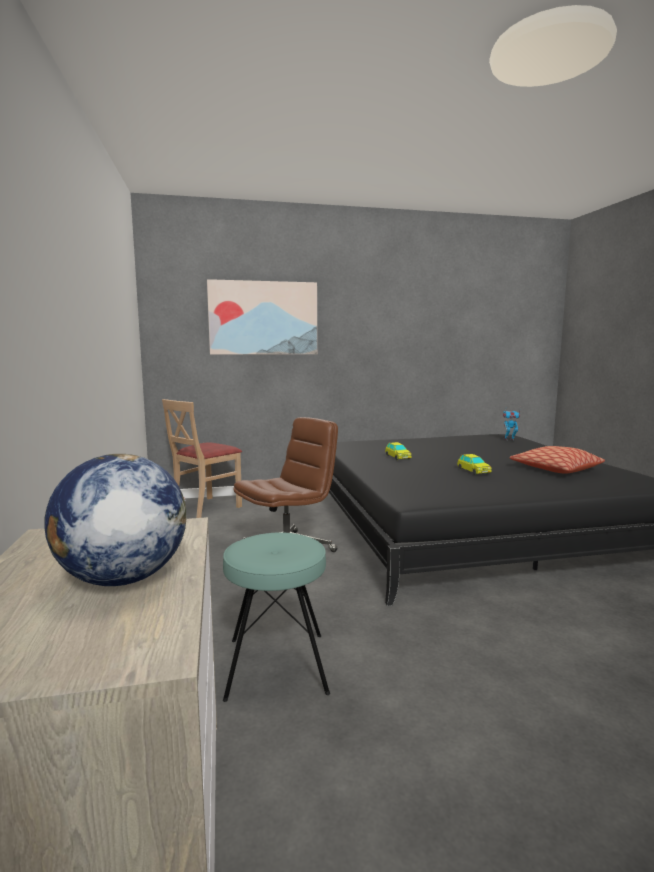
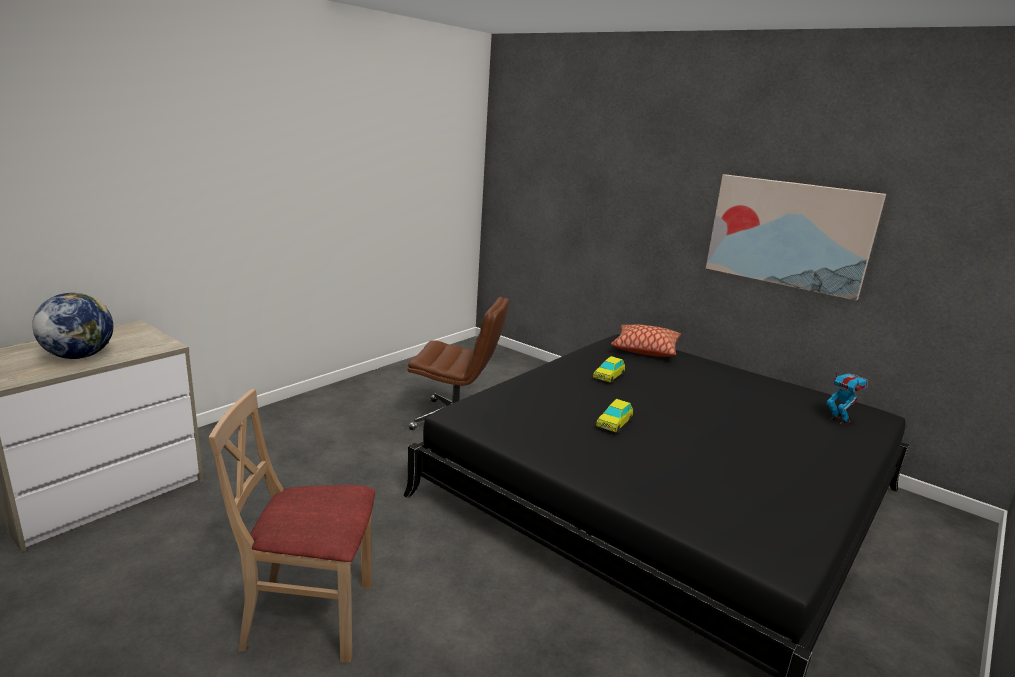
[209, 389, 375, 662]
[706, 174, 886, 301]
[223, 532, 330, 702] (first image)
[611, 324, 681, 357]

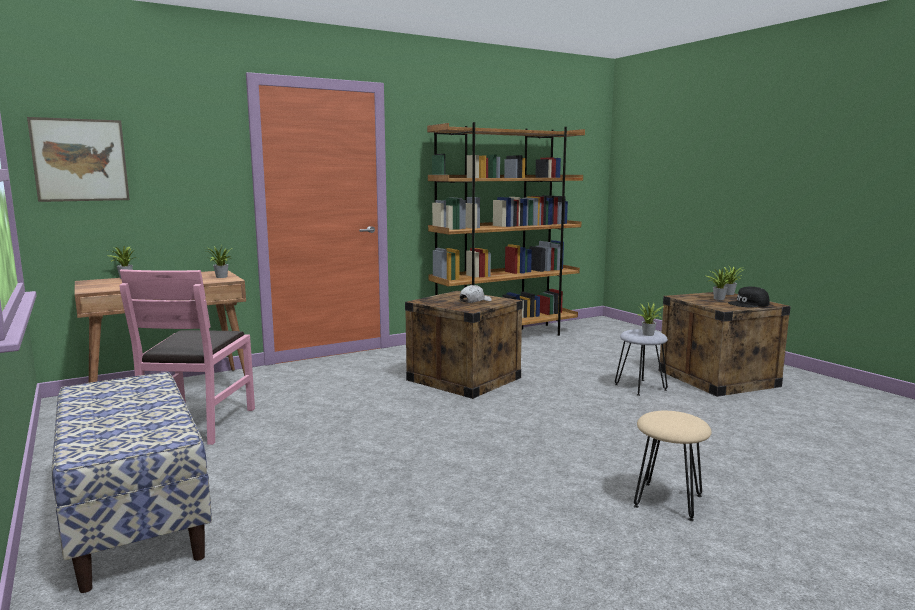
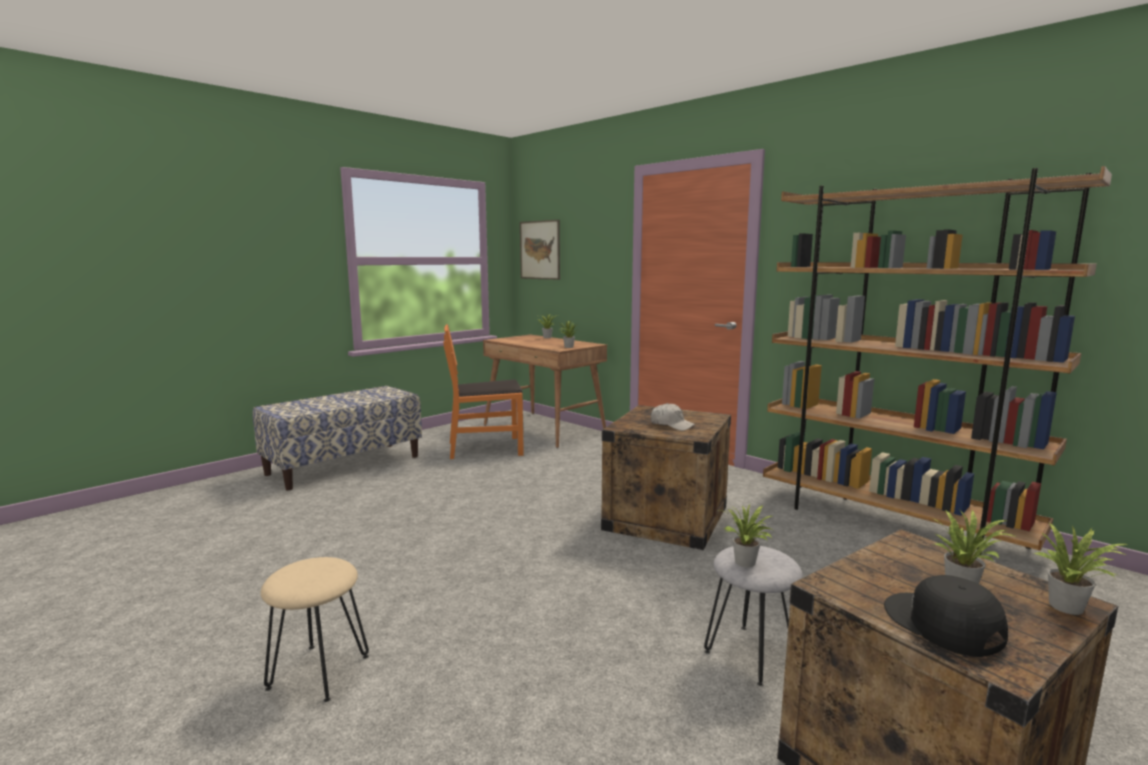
[444, 324, 524, 459]

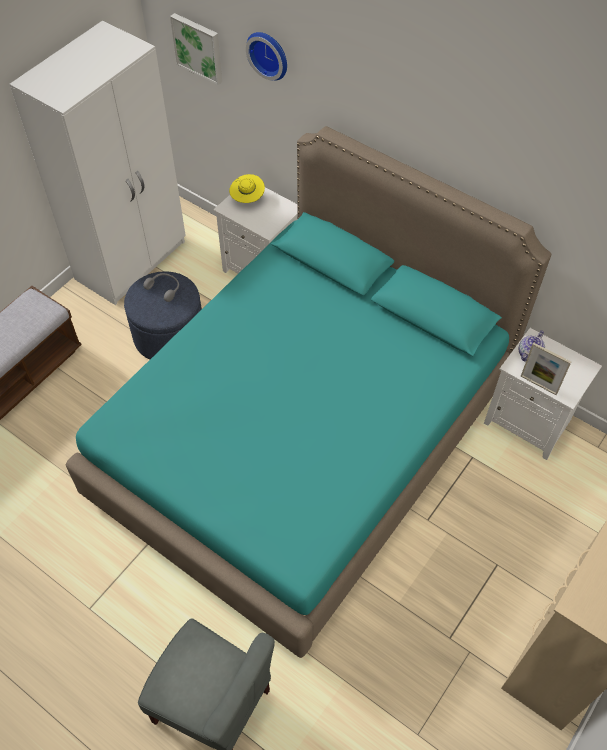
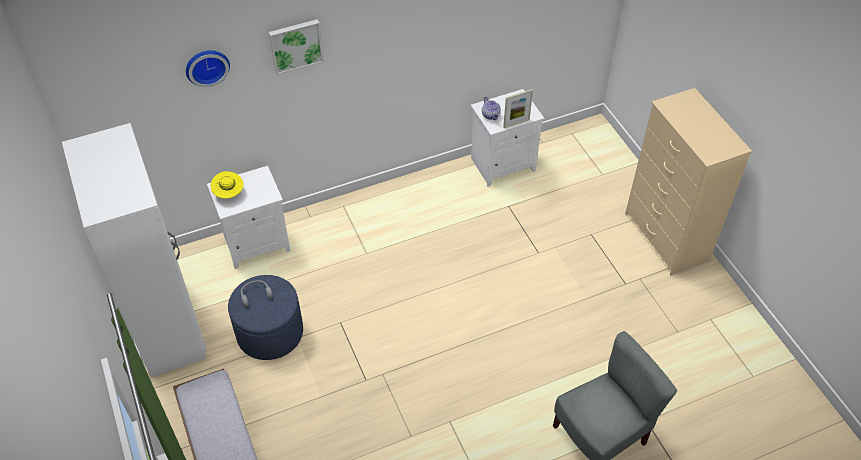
[66, 126, 551, 658] (first image)
[268, 20, 324, 75]

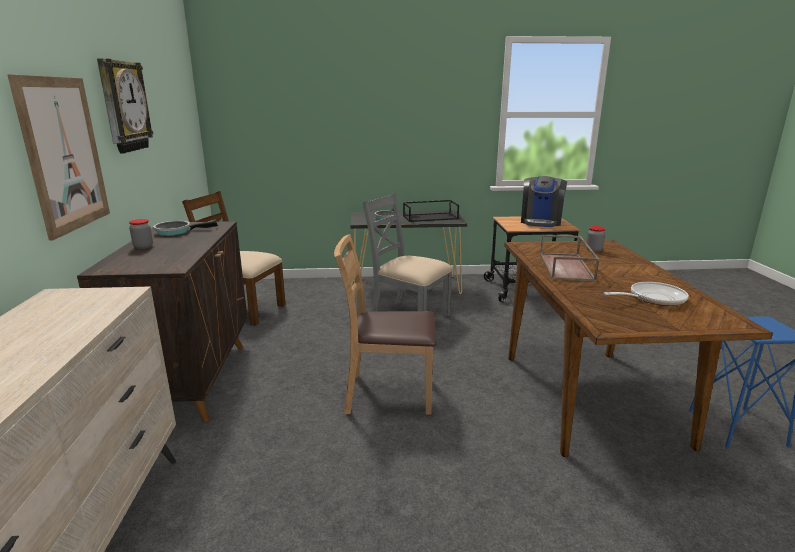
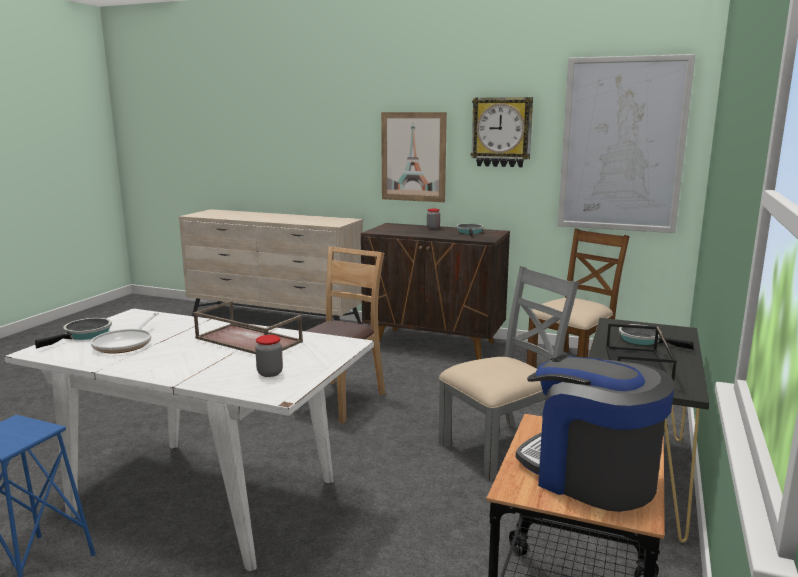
[4, 308, 374, 571]
[35, 318, 112, 349]
[558, 54, 695, 233]

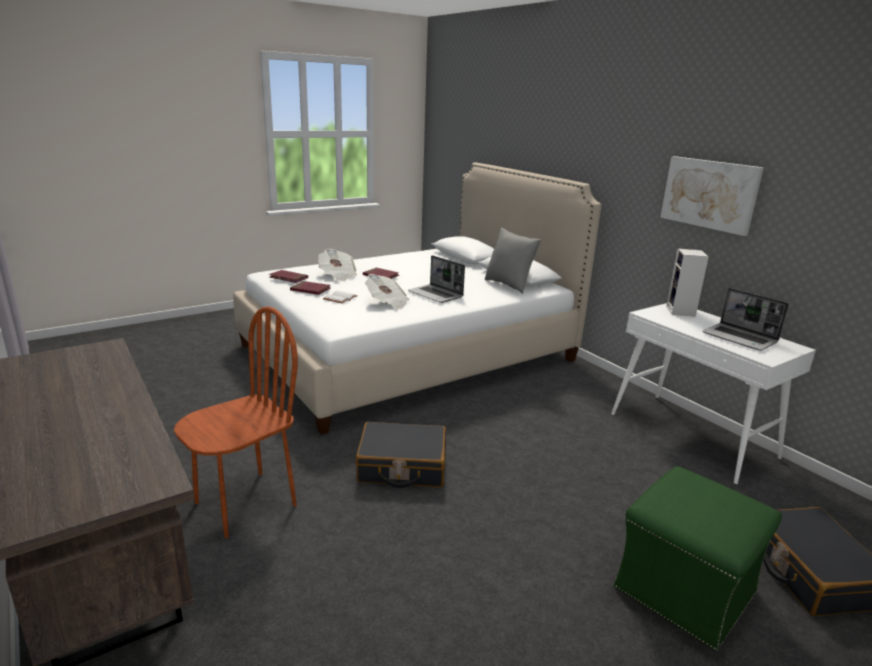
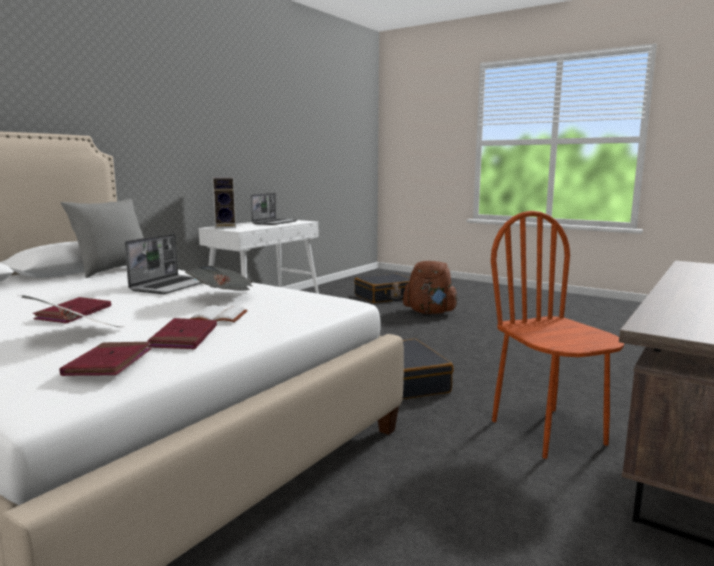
[491, 211, 624, 459]
[403, 261, 459, 314]
[660, 156, 764, 236] (first image)

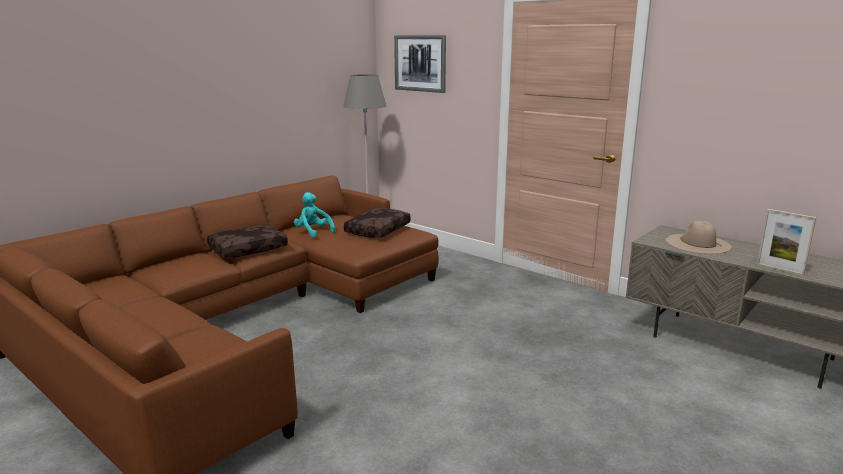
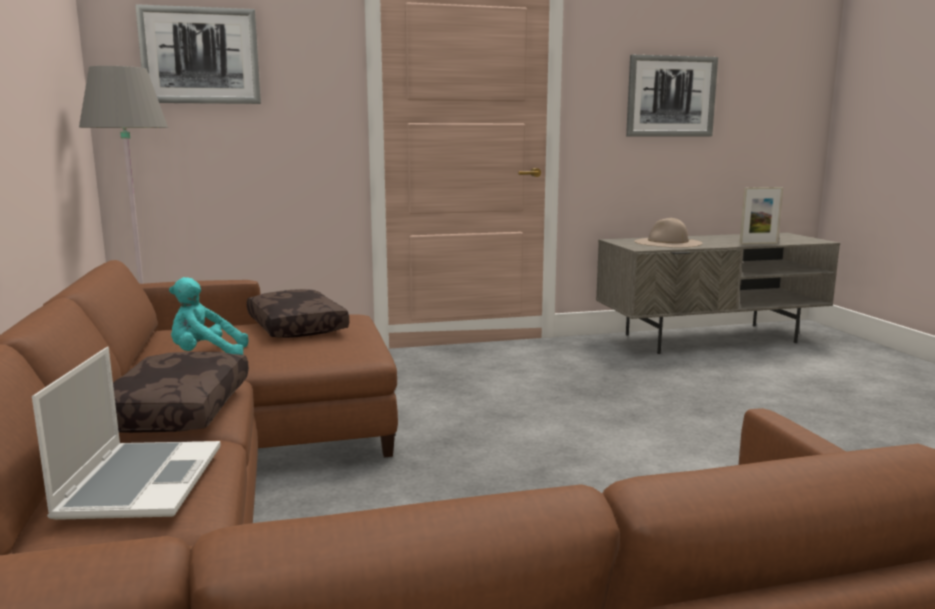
[32, 347, 221, 520]
[626, 55, 718, 136]

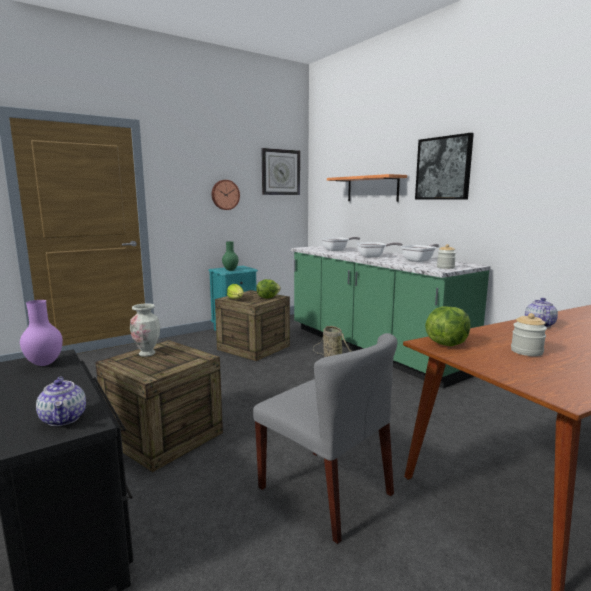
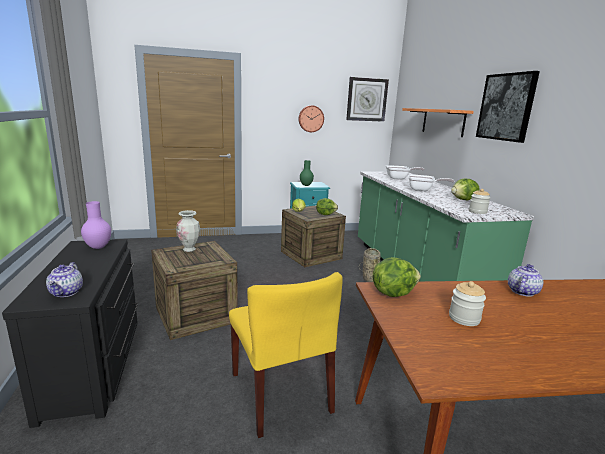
[229, 272, 343, 438]
[451, 178, 479, 200]

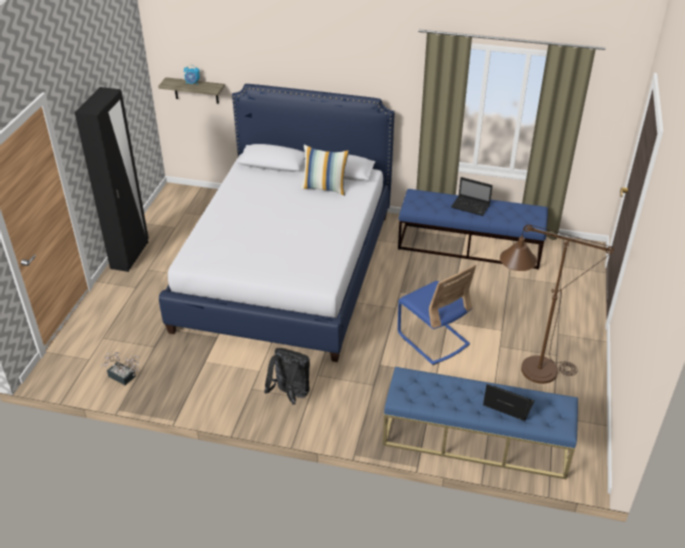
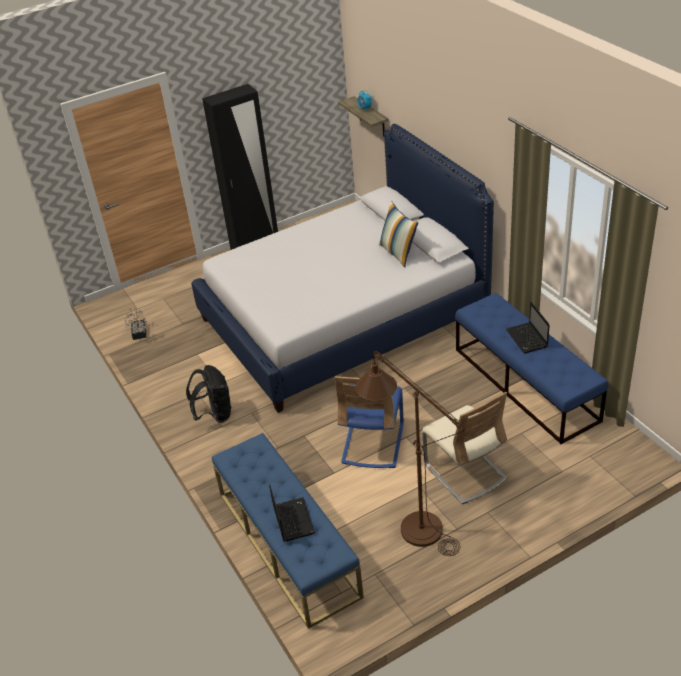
[422, 392, 508, 504]

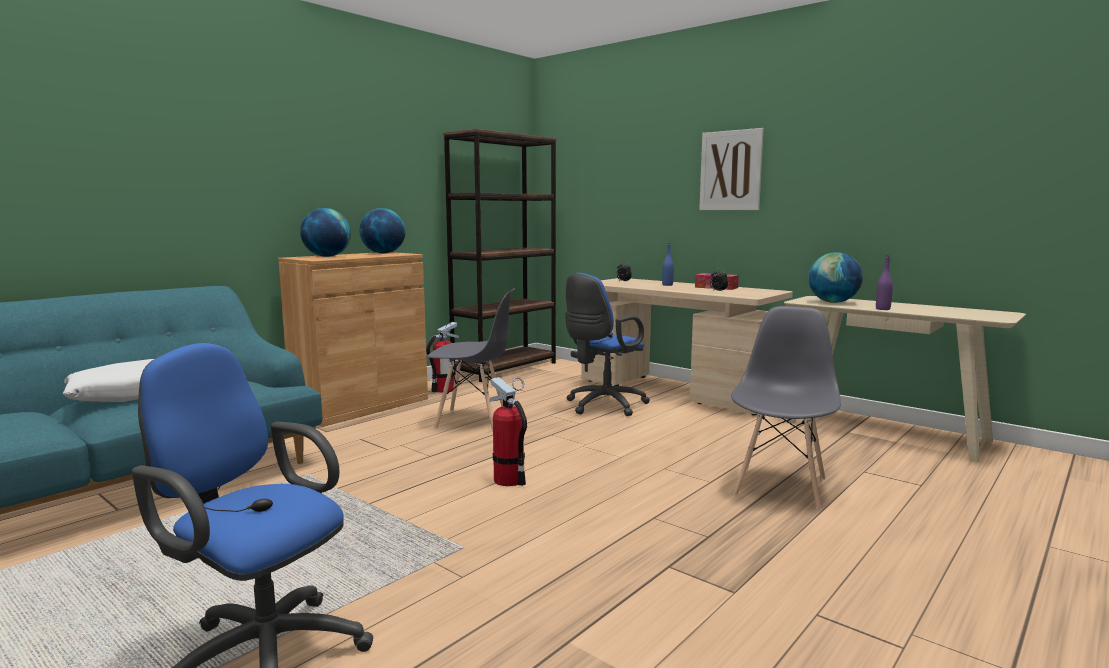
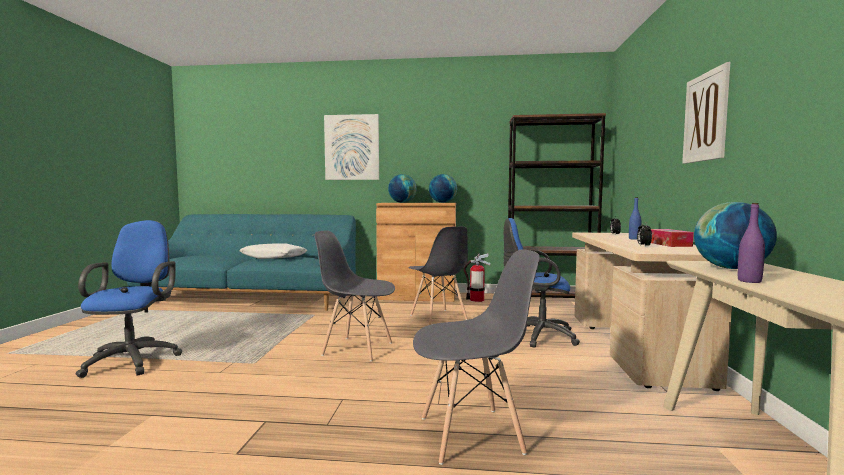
[314, 230, 395, 361]
[324, 114, 379, 180]

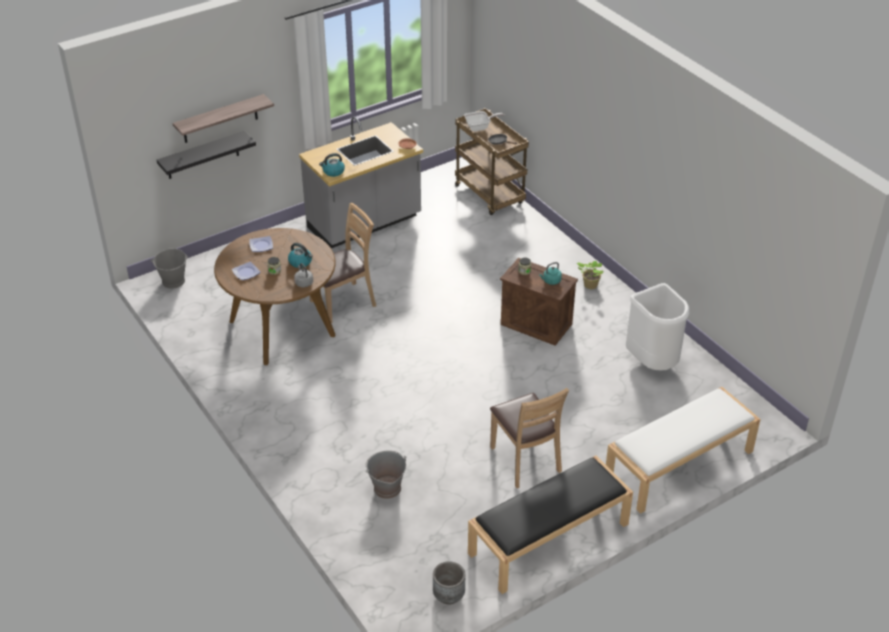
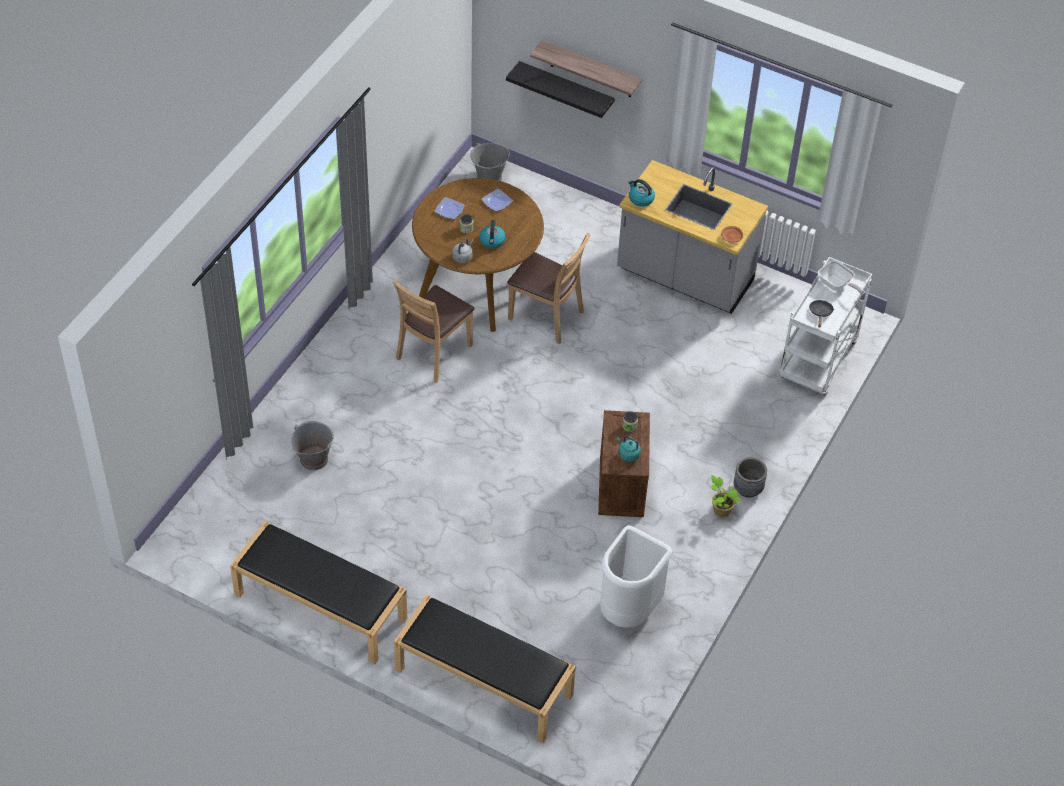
[734, 457, 767, 498]
[779, 257, 872, 396]
[393, 280, 475, 383]
[394, 595, 576, 743]

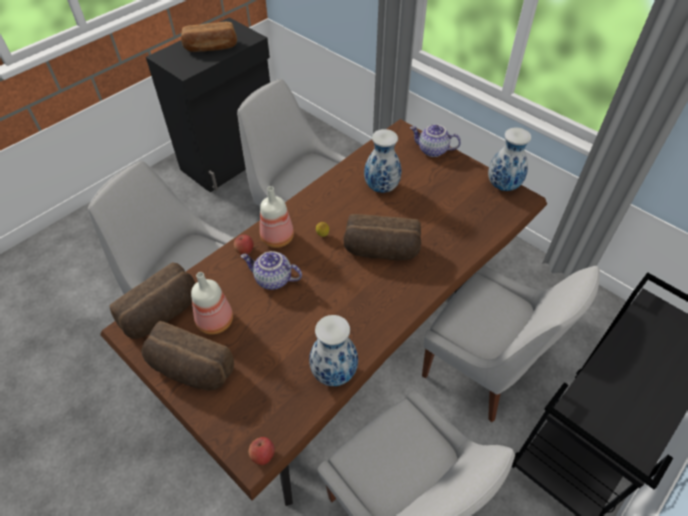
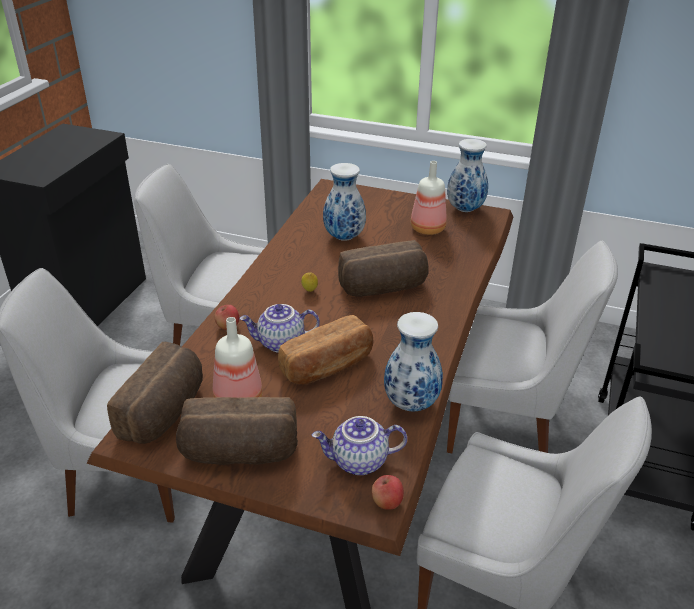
[278, 315, 374, 385]
[411, 161, 447, 235]
[312, 416, 407, 475]

